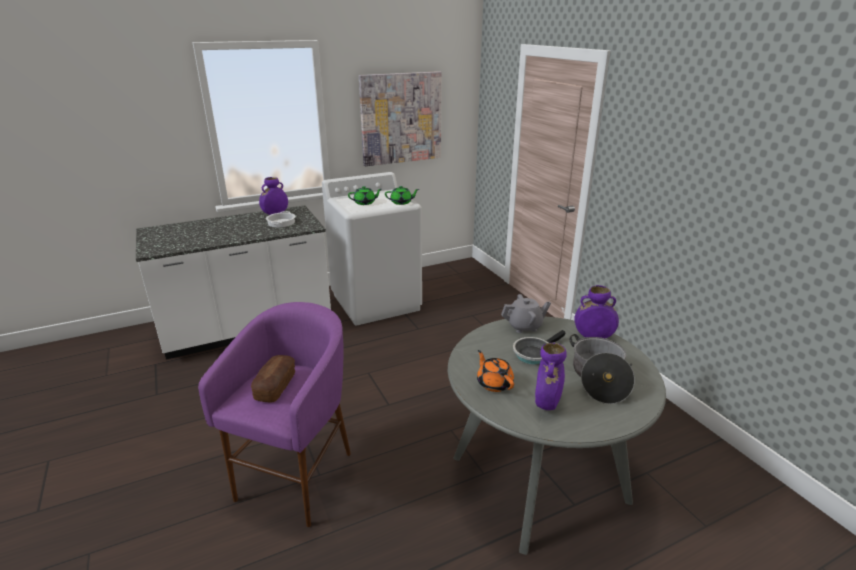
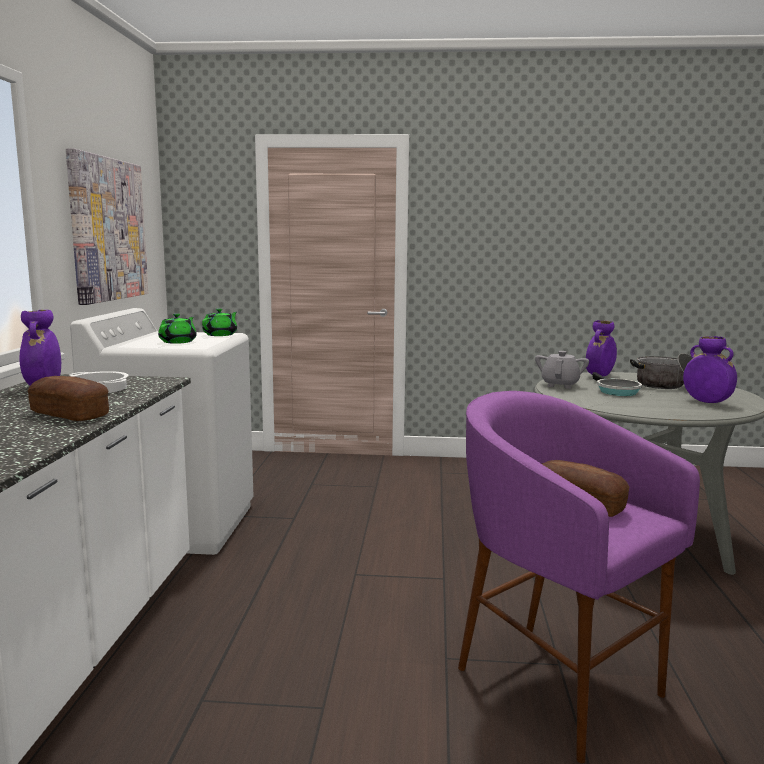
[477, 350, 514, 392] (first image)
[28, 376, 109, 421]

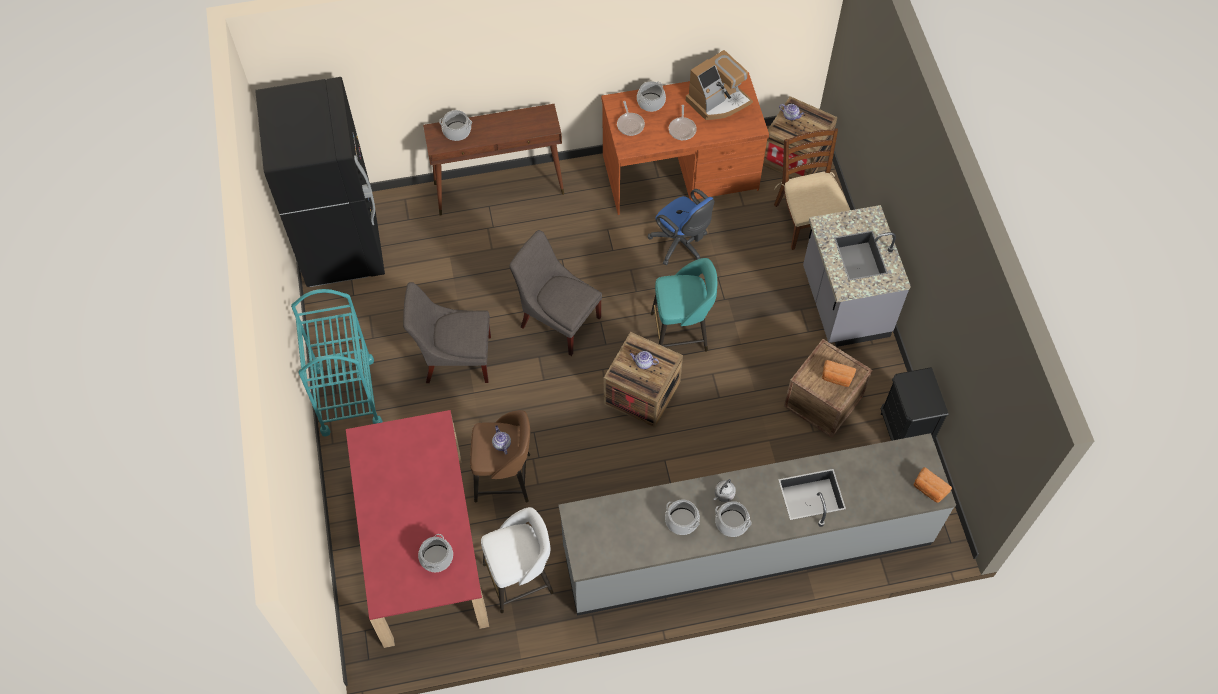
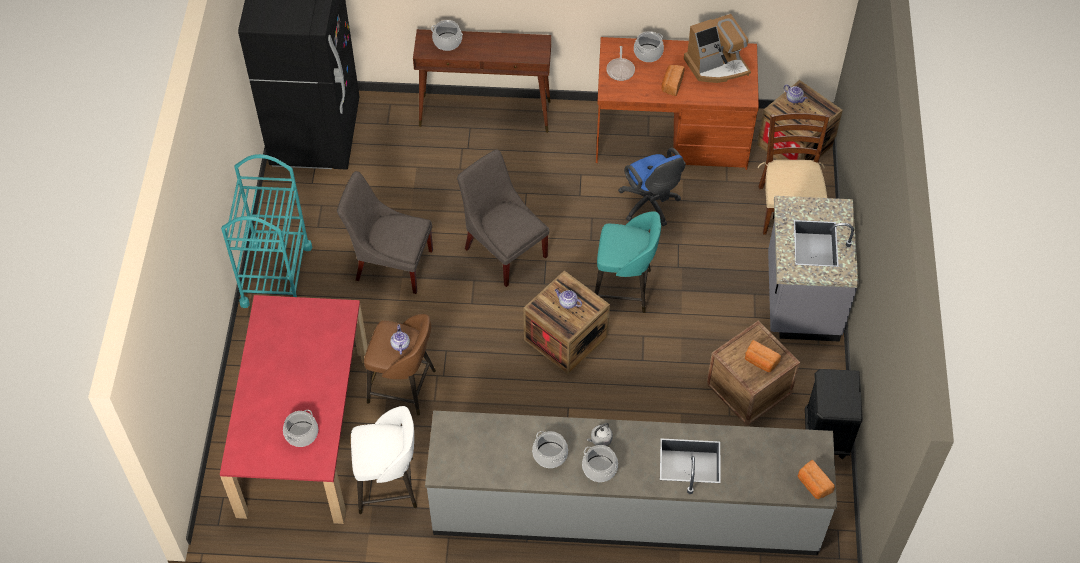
[661, 65, 685, 96]

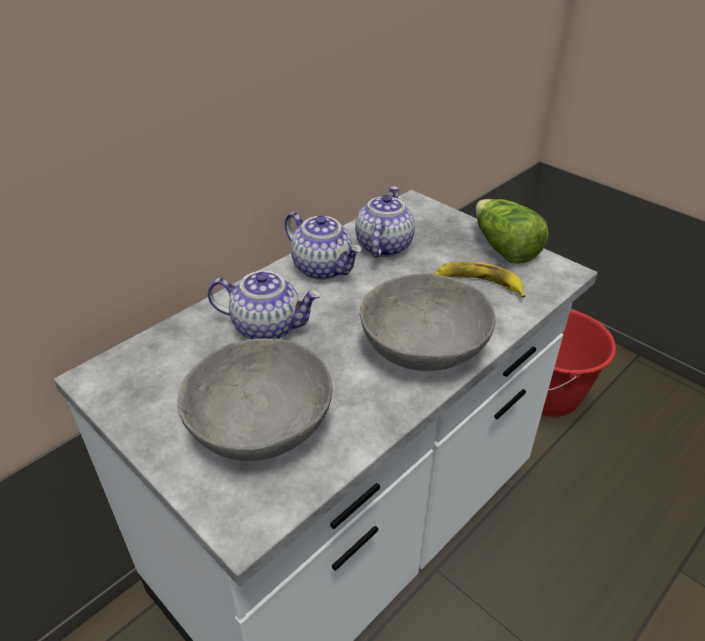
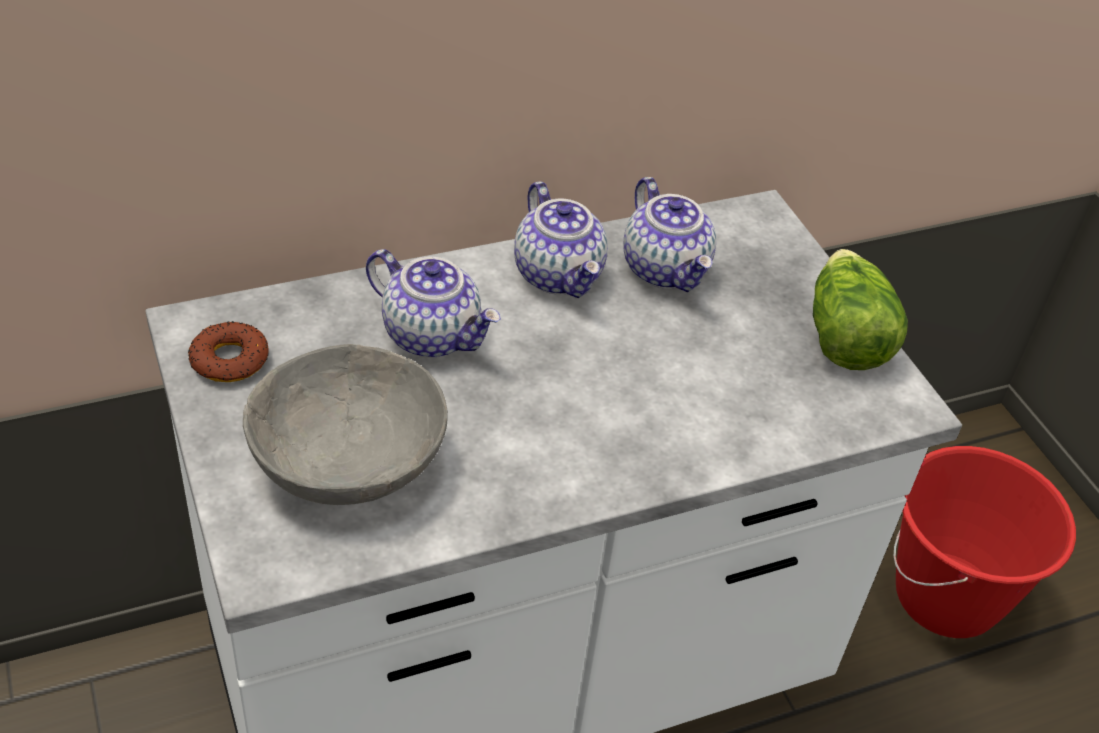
[624, 177, 716, 292]
[360, 273, 495, 371] (first image)
[434, 261, 526, 298] (first image)
[188, 321, 269, 382]

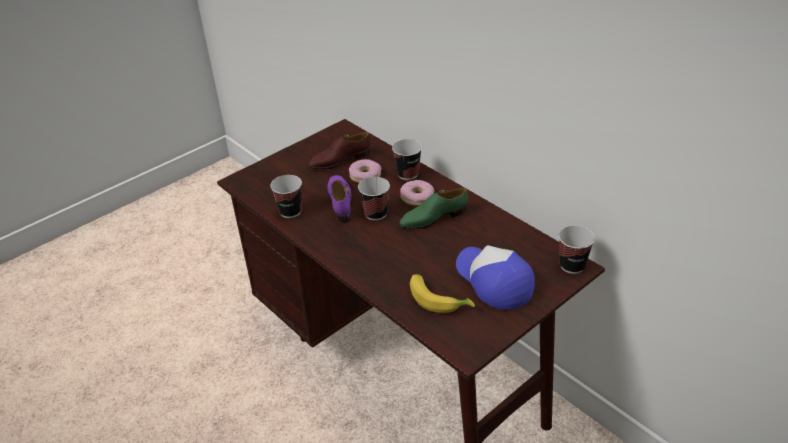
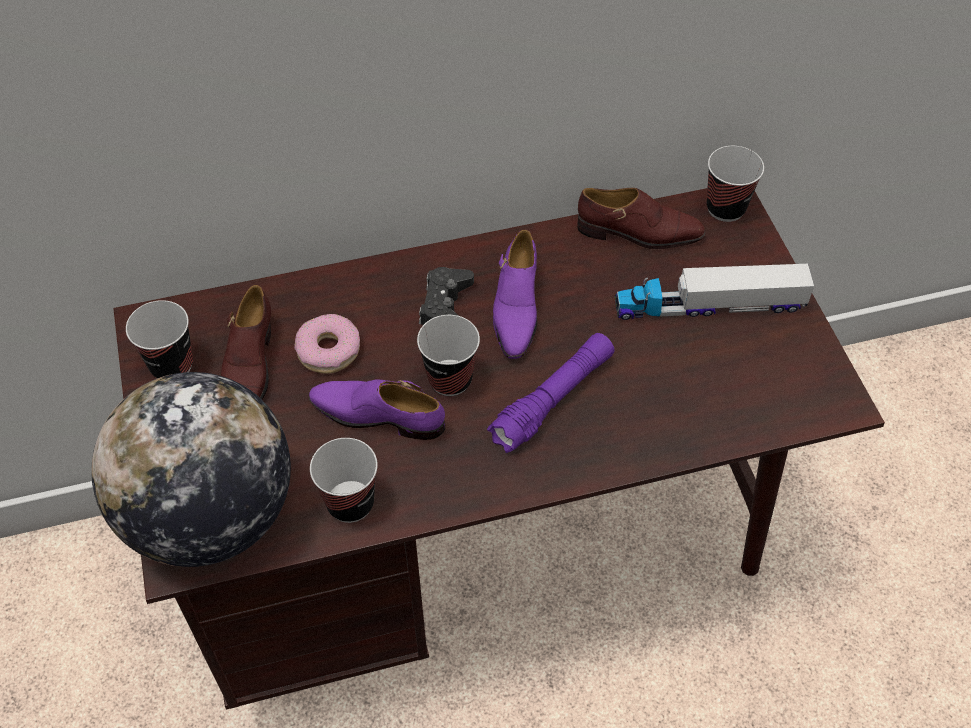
[126, 300, 193, 378]
[493, 230, 537, 359]
[419, 267, 474, 325]
[410, 274, 475, 313] (first image)
[615, 264, 814, 320]
[91, 372, 291, 567]
[487, 333, 615, 453]
[577, 188, 705, 250]

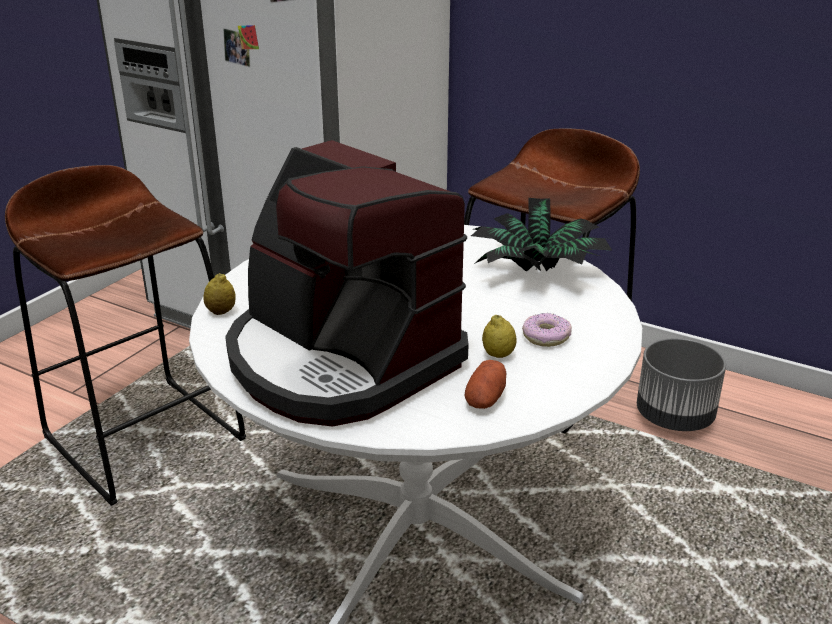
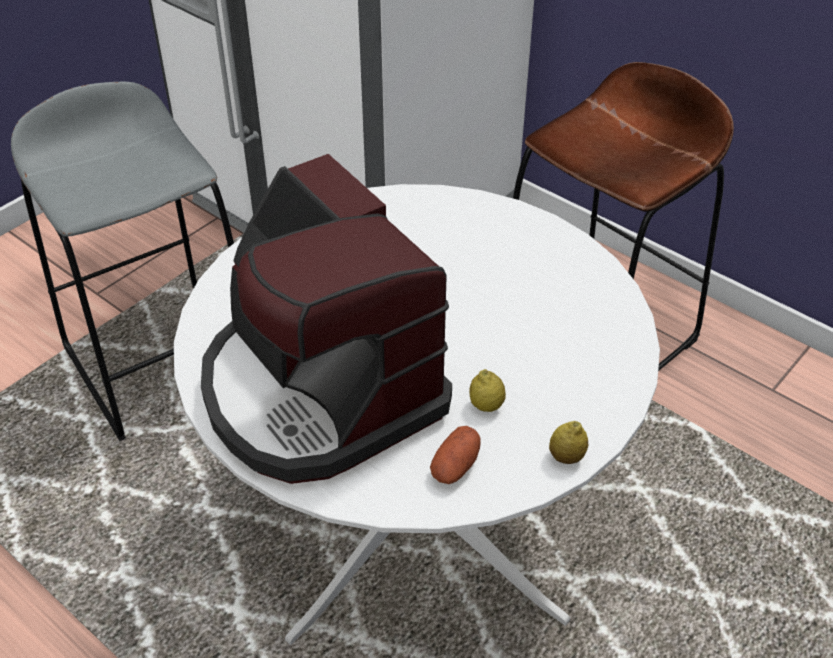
[11, 82, 234, 441]
[549, 421, 588, 464]
[471, 198, 613, 272] (first image)
[522, 313, 572, 347] (first image)
[637, 338, 726, 431] (first image)

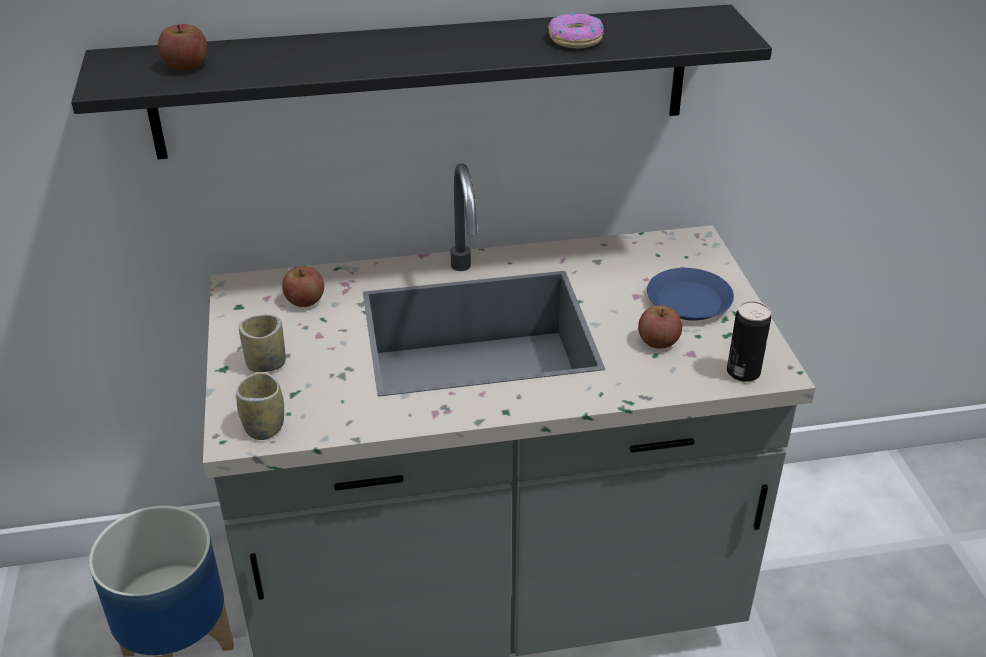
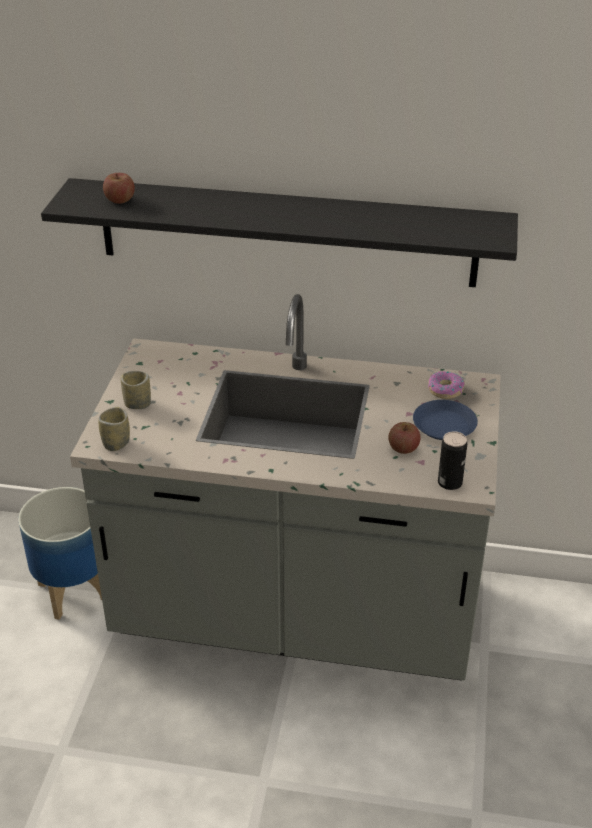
[282, 266, 324, 307] (first image)
[428, 371, 465, 399]

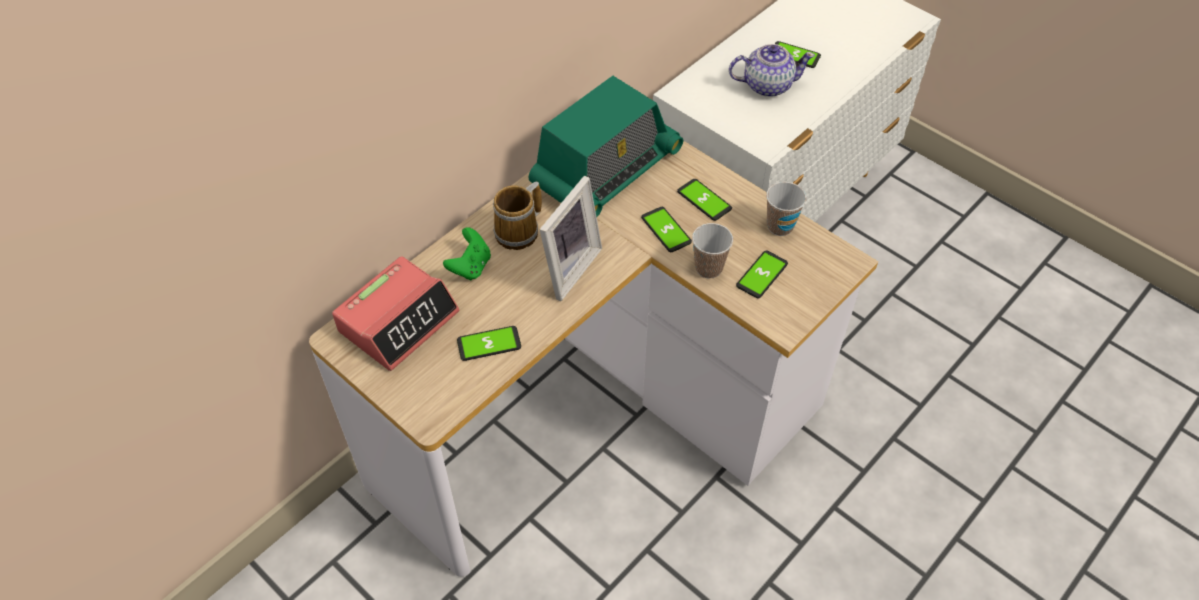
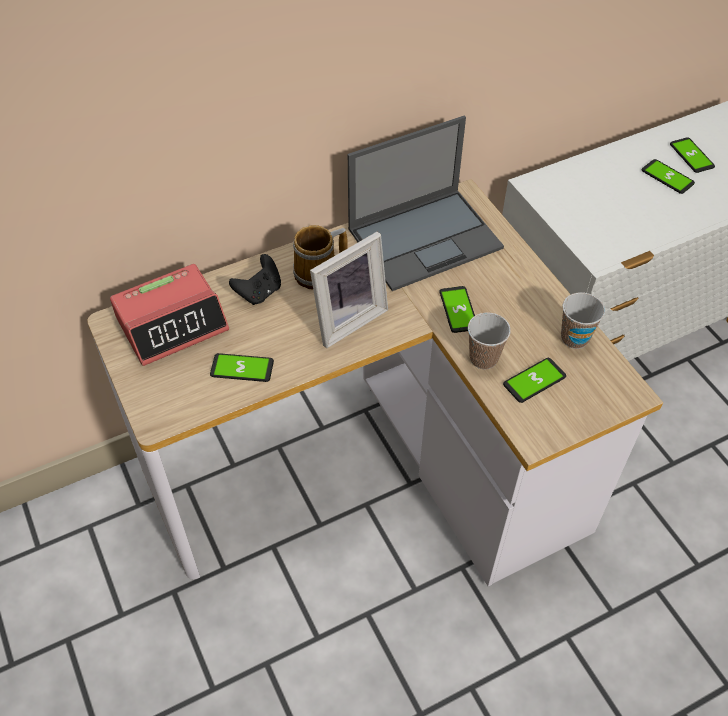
[229, 254, 281, 305]
[348, 116, 504, 291]
[670, 137, 715, 173]
[729, 44, 815, 97] (first image)

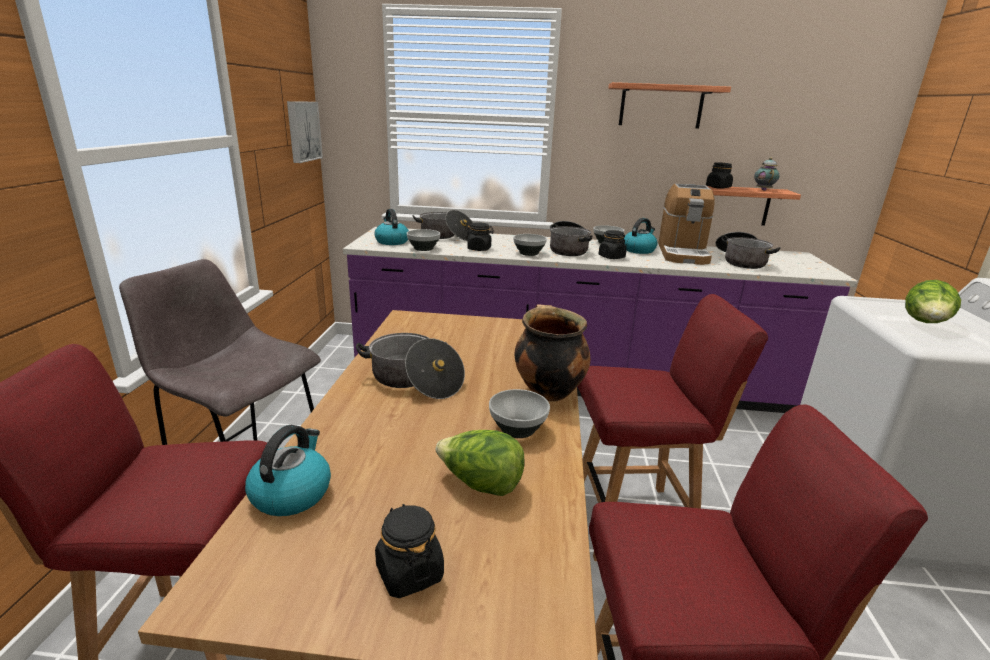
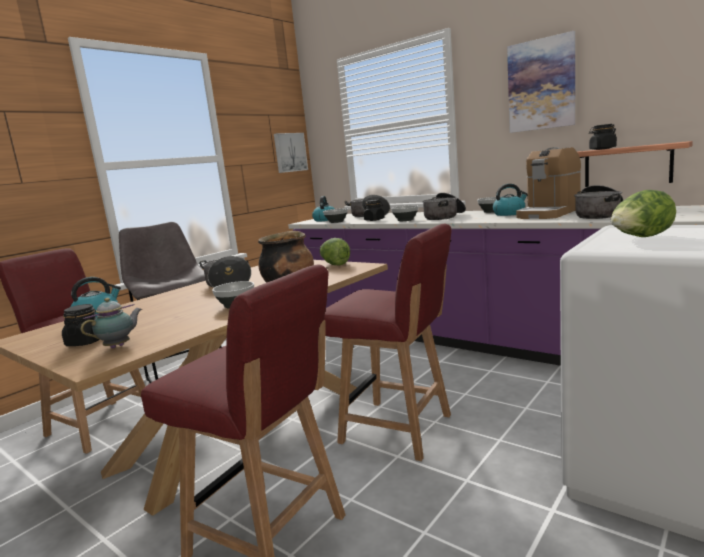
[320, 238, 350, 266]
[599, 230, 627, 259] (first image)
[507, 31, 575, 133]
[81, 298, 142, 349]

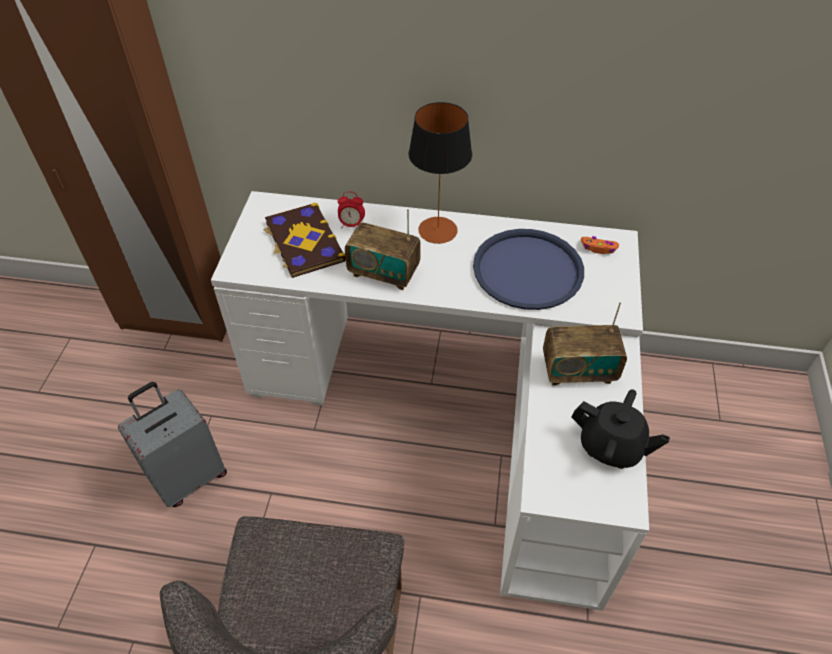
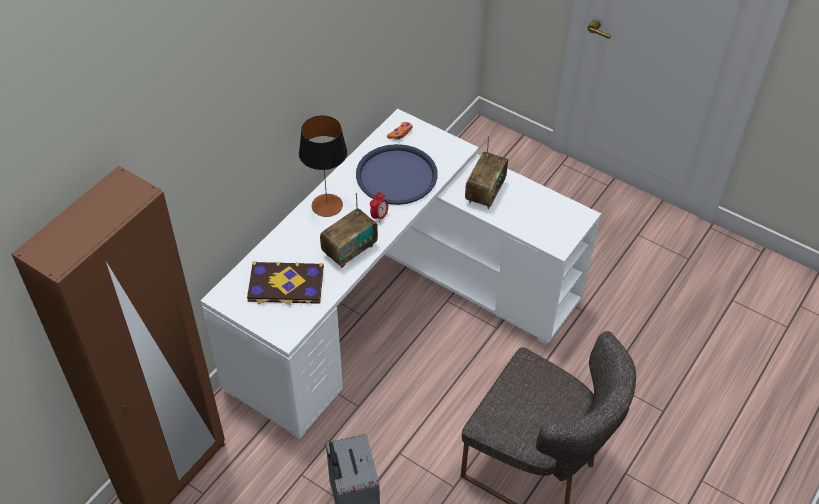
[370, 192, 388, 219]
[572, 389, 670, 469] (first image)

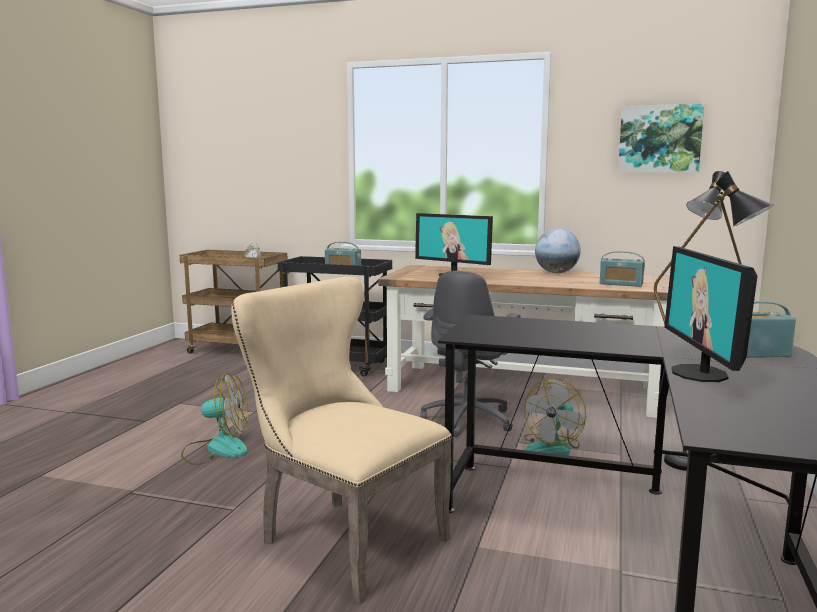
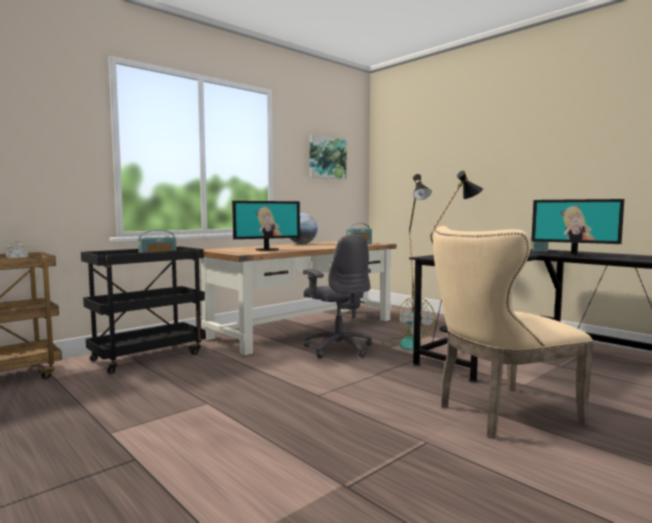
[181, 373, 248, 465] (first image)

